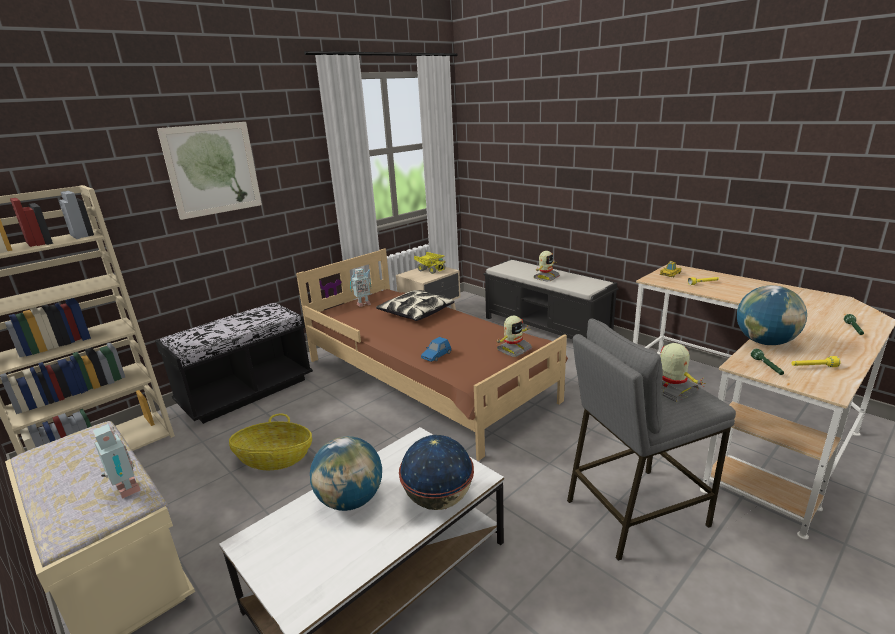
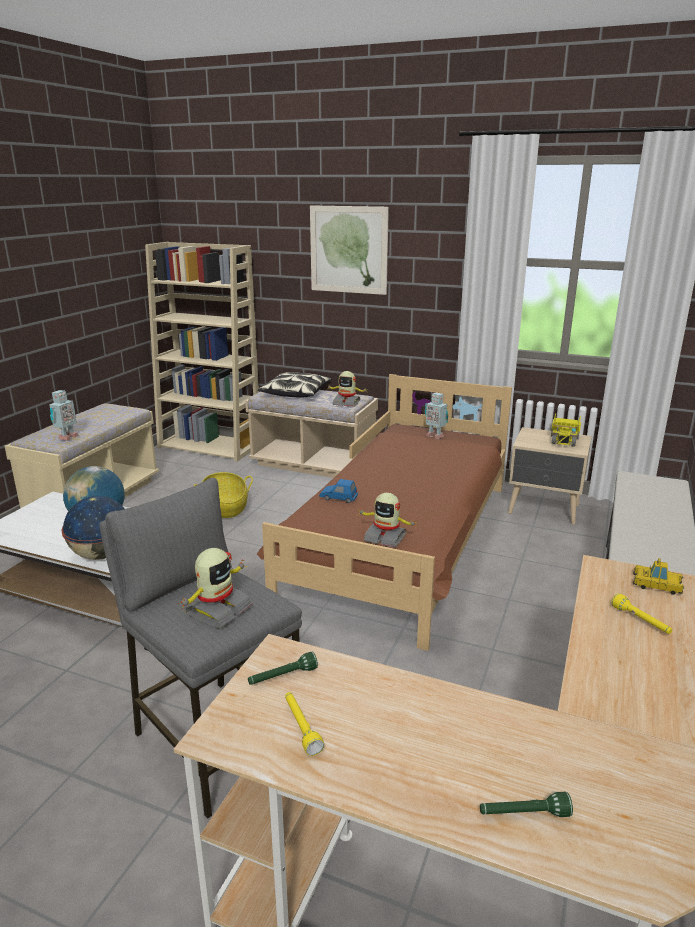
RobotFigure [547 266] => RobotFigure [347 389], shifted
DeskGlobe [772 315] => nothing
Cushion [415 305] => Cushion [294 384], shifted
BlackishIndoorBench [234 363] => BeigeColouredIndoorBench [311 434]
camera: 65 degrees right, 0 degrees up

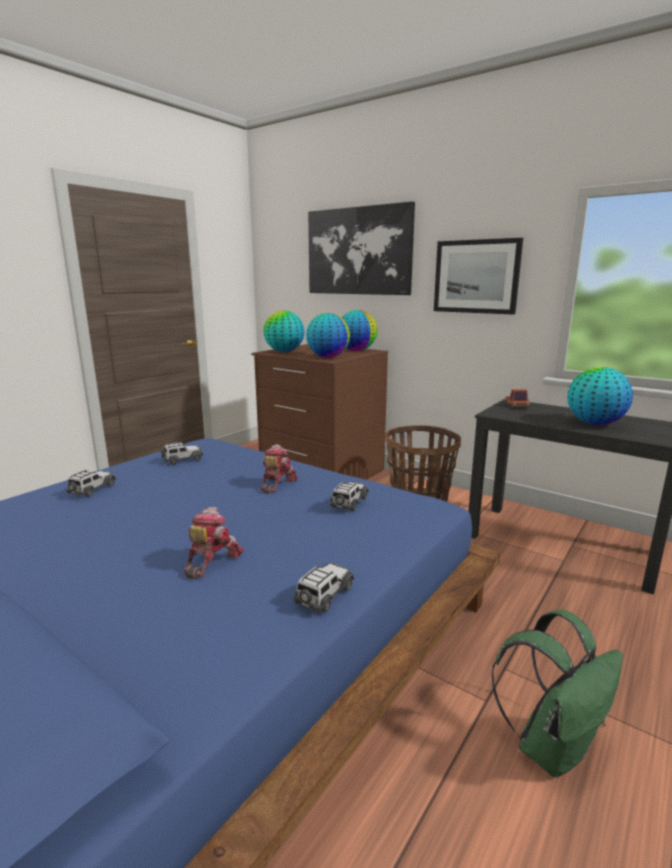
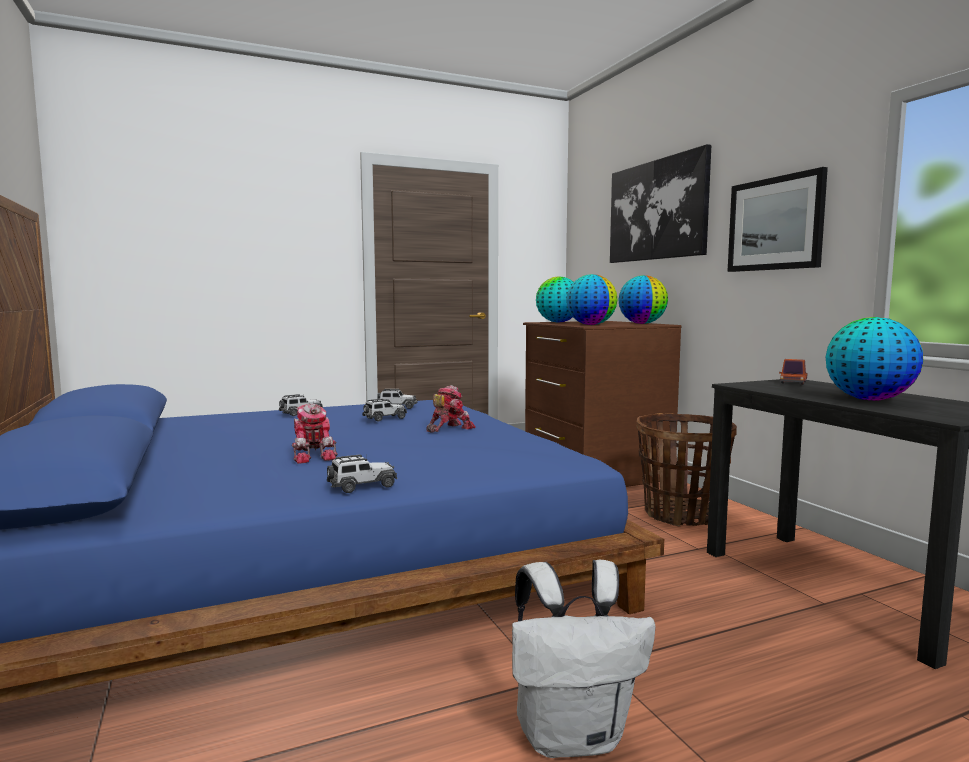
ToyCar [349 496] => ToyCar [384 410], shifted
RobotFigure [214 543] => RobotFigure [315 434], 105 degrees clockwise
GreenKnapsack [557 693] => WhiteColouredKnapsack [584 659]
camera: 30 degrees right, 10 degrees down

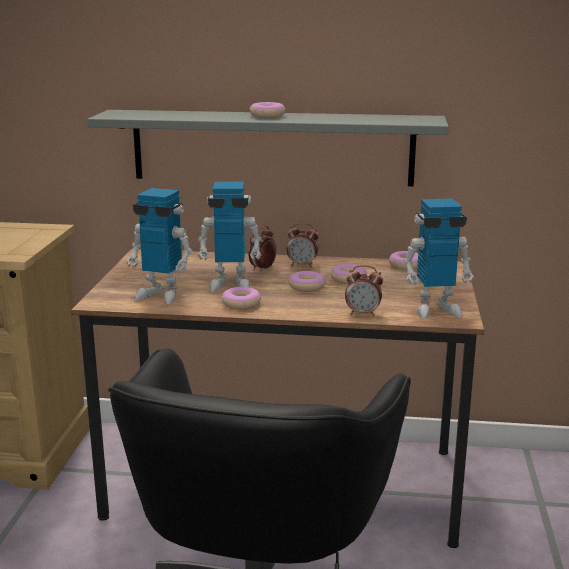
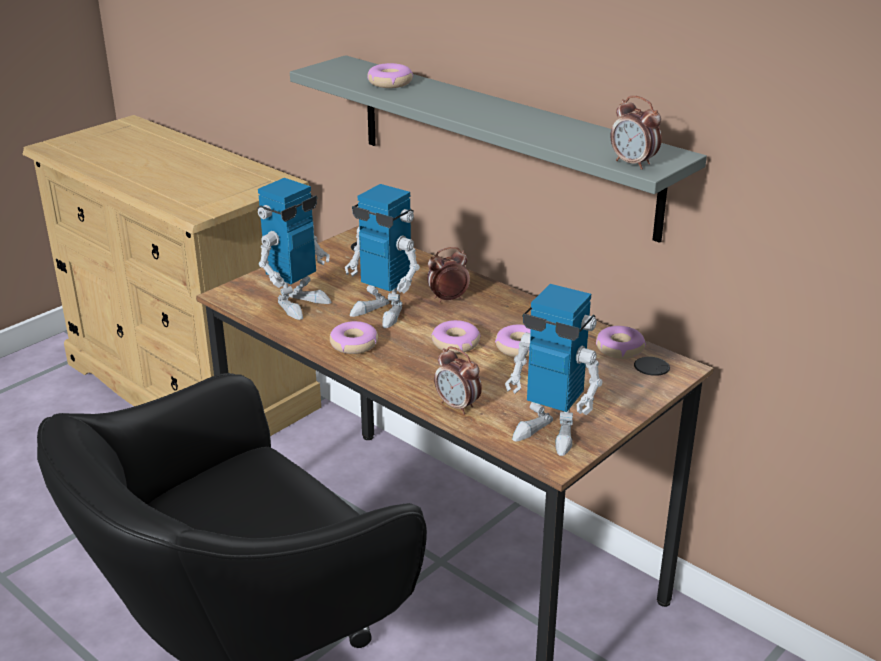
Donut [267 110] => Donut [390 75], shifted
RobotFigure [159 246] => RobotFigure [294 249], 105 degrees counterclockwise
AlarmClock [303 245] => AlarmClock [636 133], shifted
camera: 35 degrees right, 10 degrees up

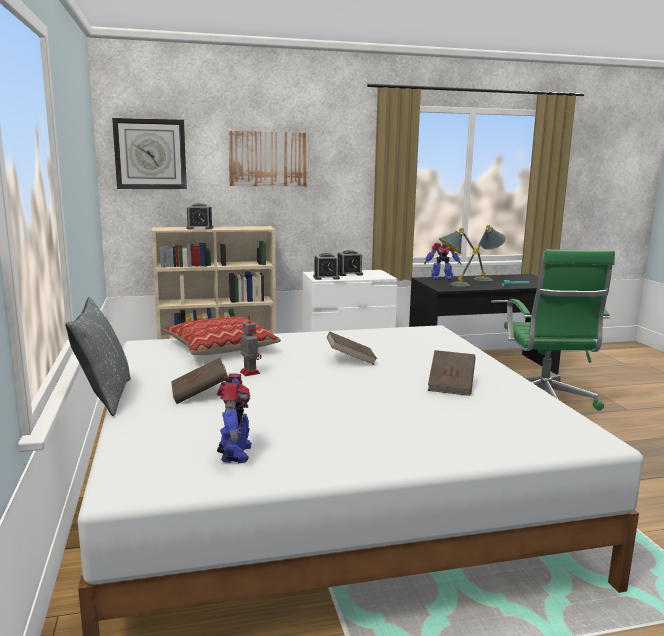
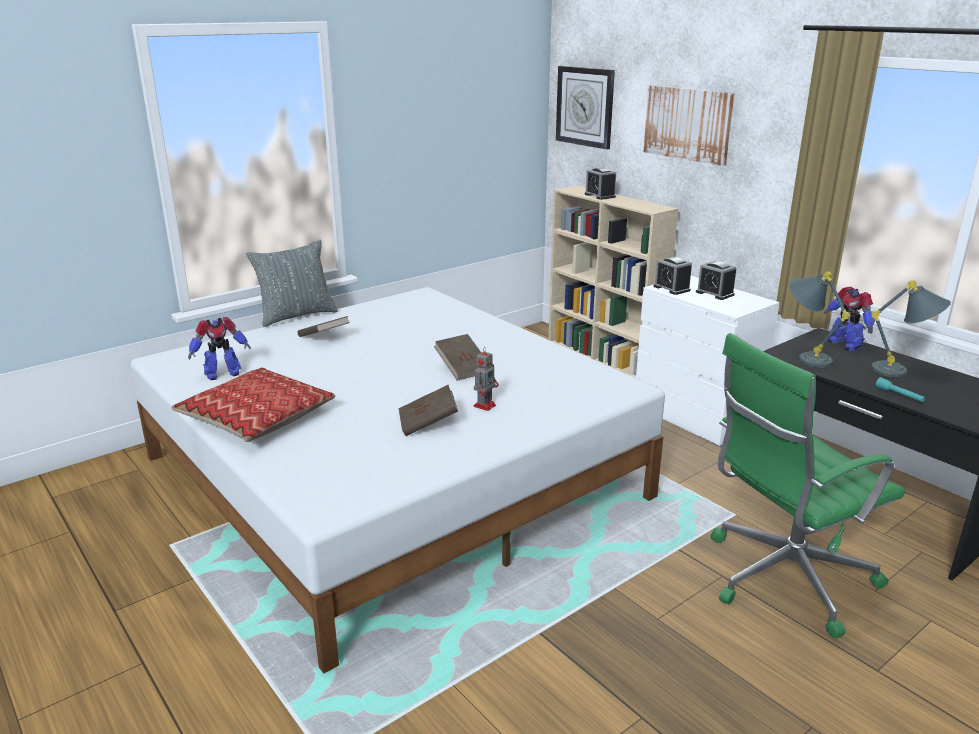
Cushion [222 335] => Cushion [253 404], shifted
RobotFigure [250 346] => RobotFigure [485 379], shifted
camera: 65 degrees right, 10 degrees up

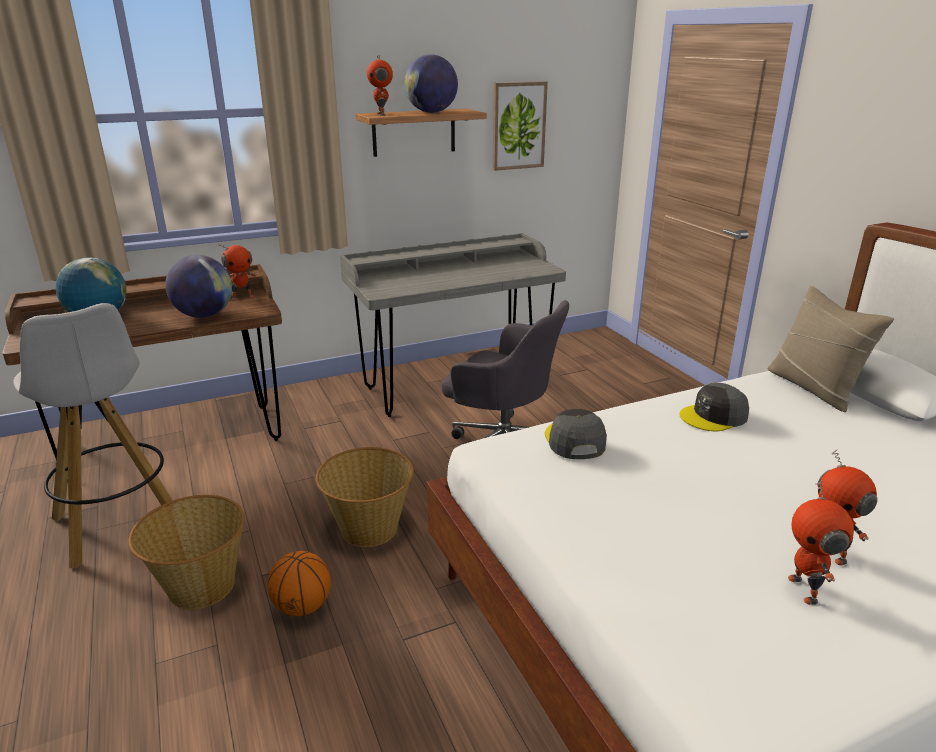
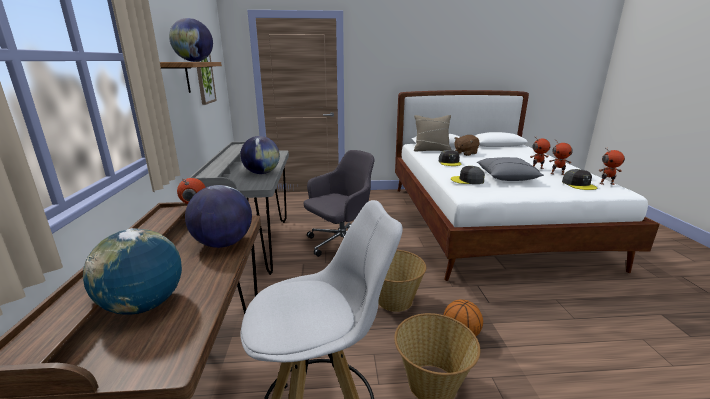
RobotFigure [380 86] => RobotFigure [611 166], shifted
nothing => BrownColouredPlushToy [467 145]
nothing => DeskGlobe [260 155]
nothing => GreyCushion [510 169]
nothing => GreyCap [579 179]
camera: 70 degrees left, 5 degrees down

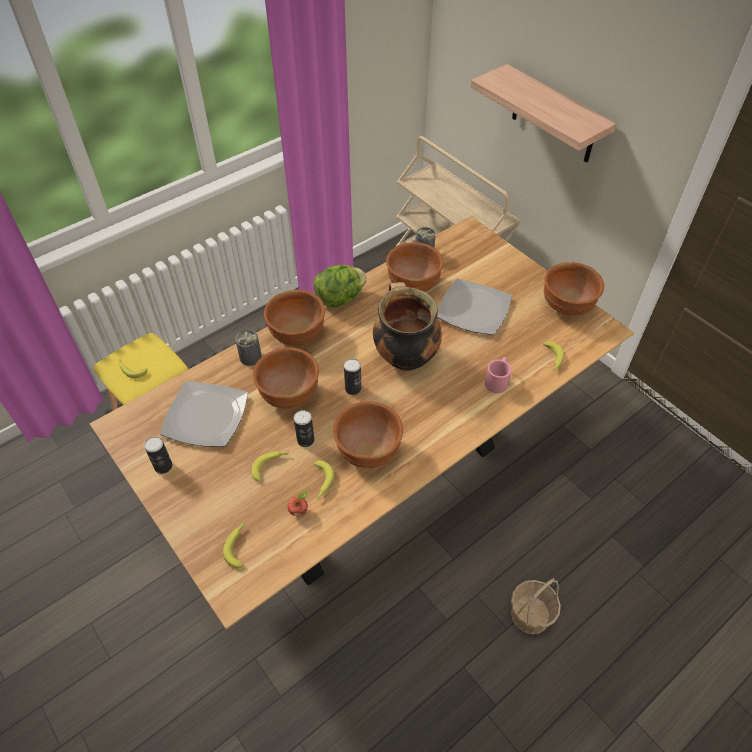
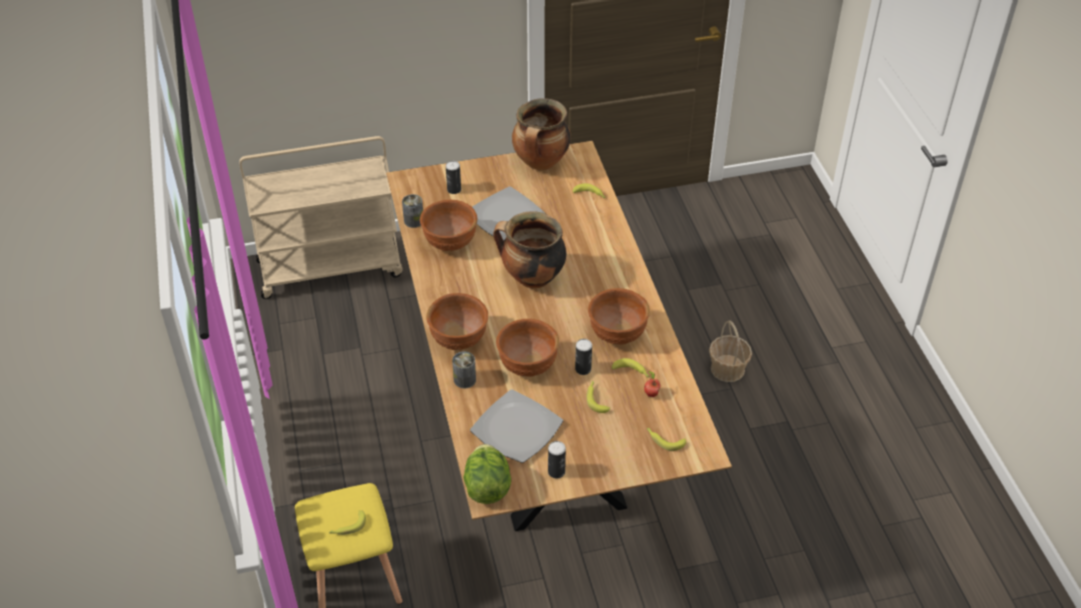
Shelf [544 113] => nothing
BrownColouredServingBowl [574 288] => Saucepot [541 134]
Lettuce [340 286] => Lettuce [487 474], shifted
PinkColouredTeaMug [498 375] => nothing
MetalCan [352 377] => MetalCan [453 177], shifted
camera: 65 degrees left, 5 degrees down

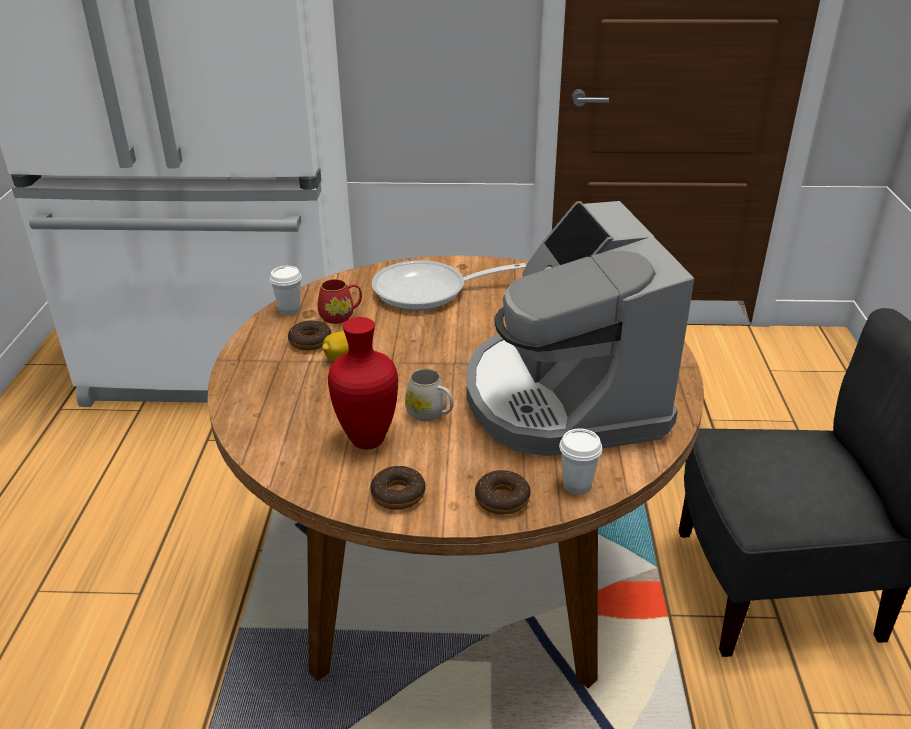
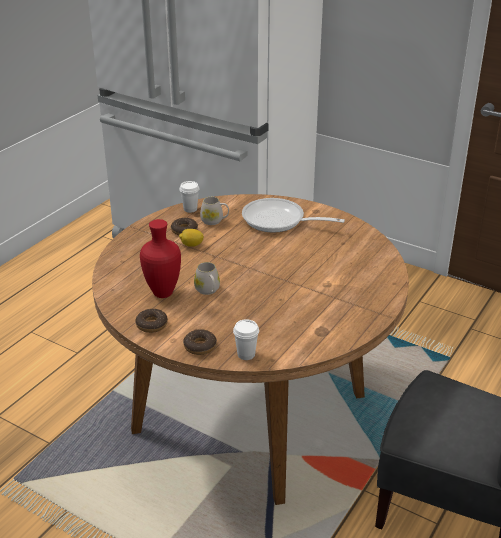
CoffeeMaker [580 328] => nothing
ReddishTeaMug [340 301] => WhiteColouredTeaMug [214 211]
camera: 30 degrees right, 0 degrees up

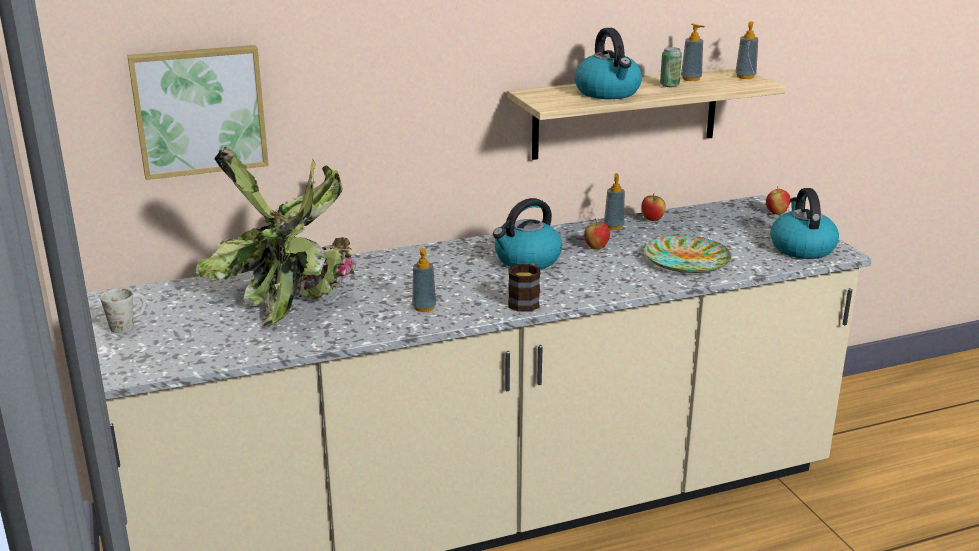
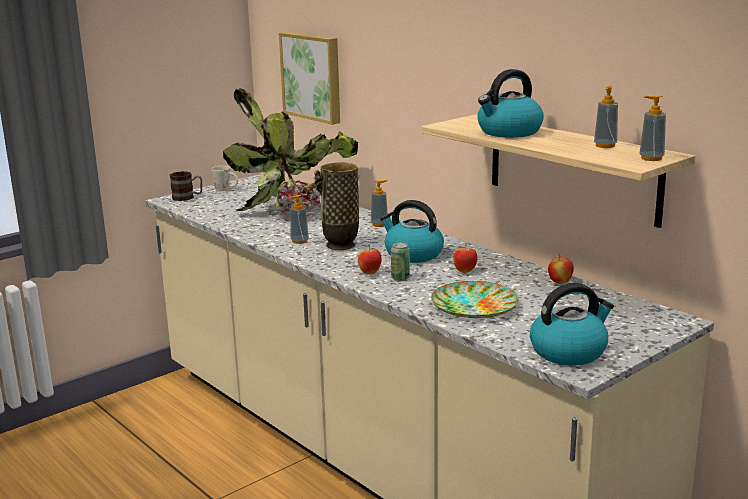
MetalCan [671 67] => MetalCan [400 262], shifted
LiquidSoapBottle [614 201] => LiquidSoapBottle [379 203], shifted
AppleFruit [778 200] => AppleFruit [370 259], shifted
TeaMug [524 287] => TeaMug [186 186], shifted
nothing => FlowerVase [336 206]
camera: 70 degrees right, 5 degrees down

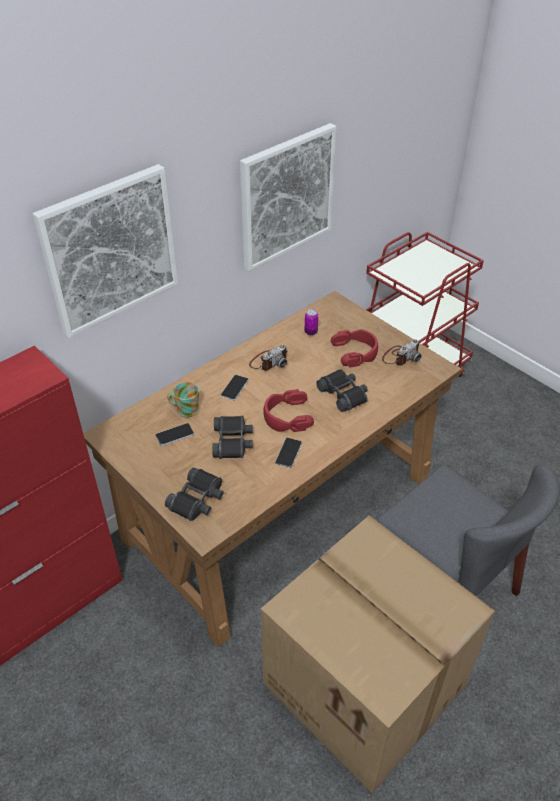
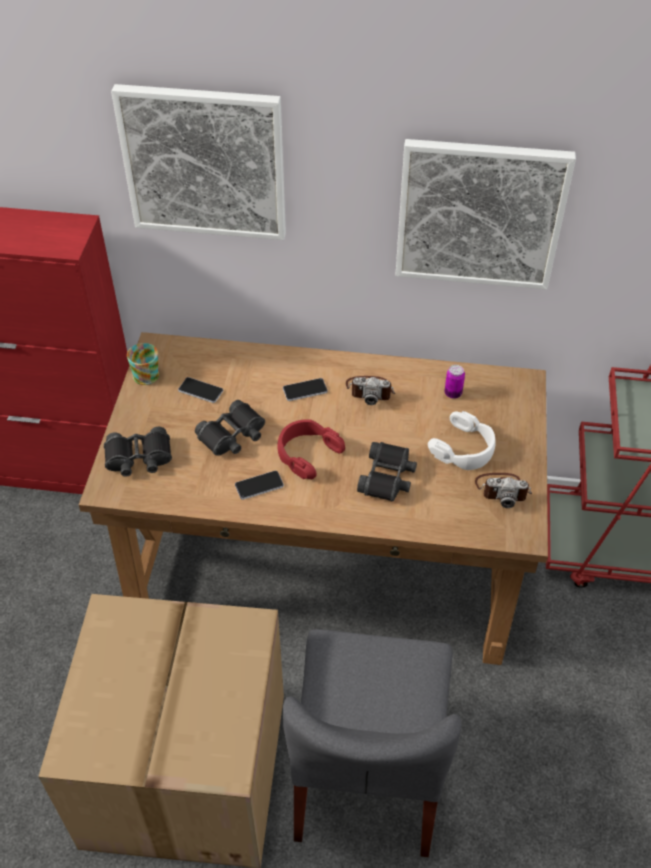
ReddishPairOfHeadphones [354 348] => WhiteColouredPairOfHeadphones [462 440]
TeaMug [183 399] => TeaMug [143 364], shifted
camera: 50 degrees right, 5 degrees up

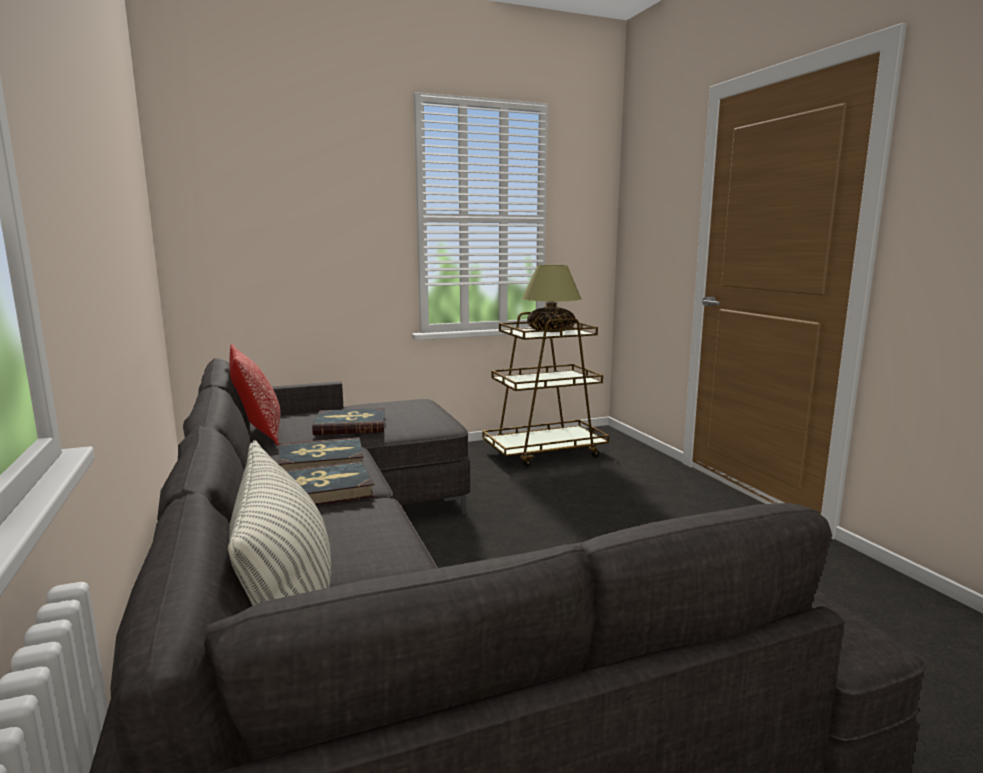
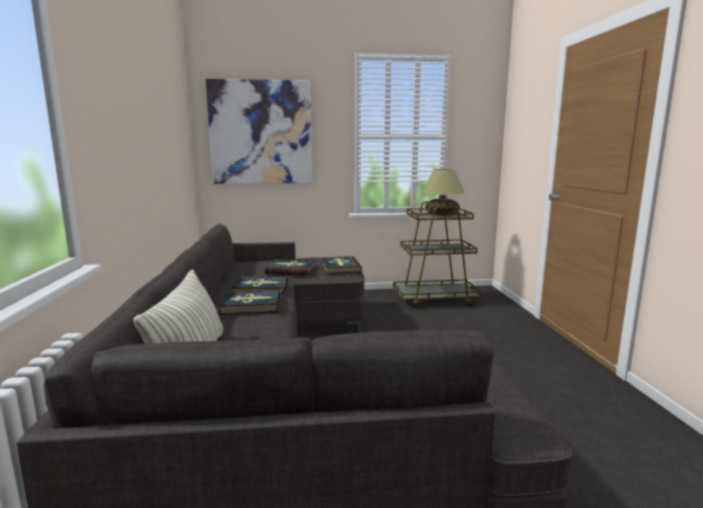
Cushion [254 395] => nothing
nothing => WallPicture [259 131]
nothing => Book [342 265]
camera: 15 degrees right, 0 degrees up

